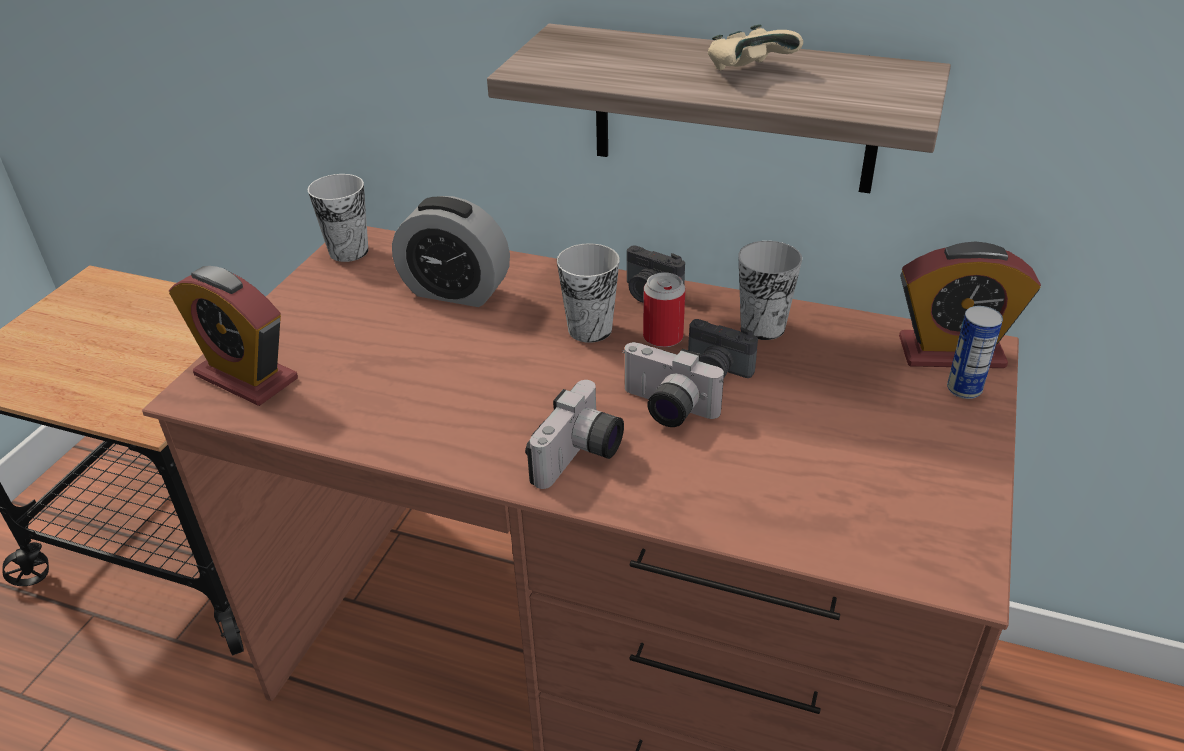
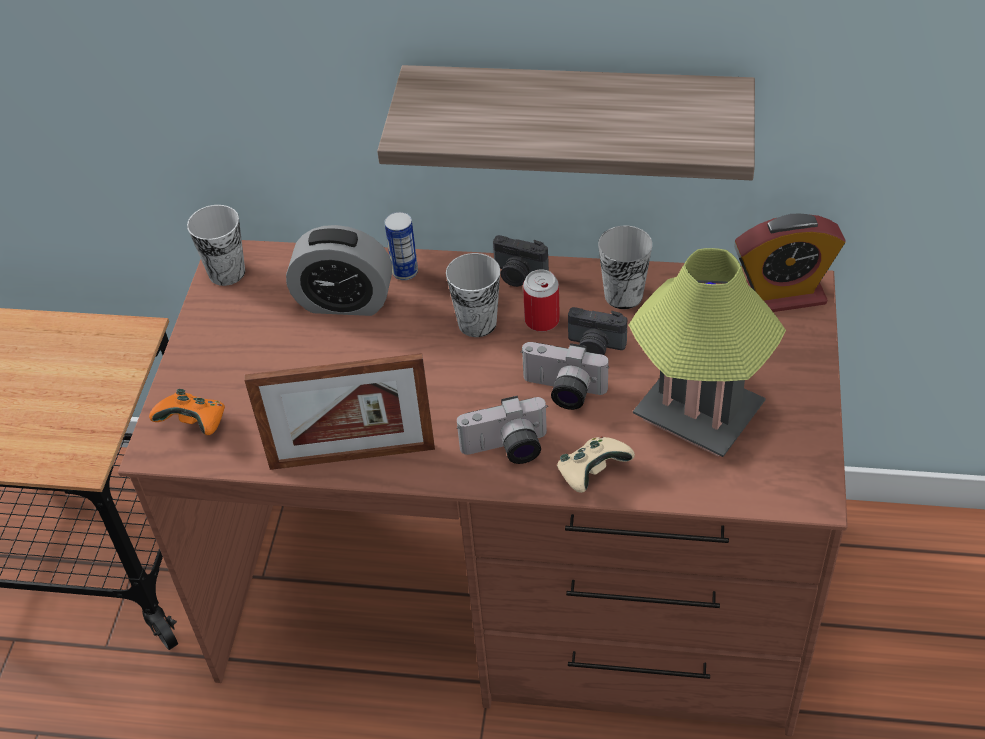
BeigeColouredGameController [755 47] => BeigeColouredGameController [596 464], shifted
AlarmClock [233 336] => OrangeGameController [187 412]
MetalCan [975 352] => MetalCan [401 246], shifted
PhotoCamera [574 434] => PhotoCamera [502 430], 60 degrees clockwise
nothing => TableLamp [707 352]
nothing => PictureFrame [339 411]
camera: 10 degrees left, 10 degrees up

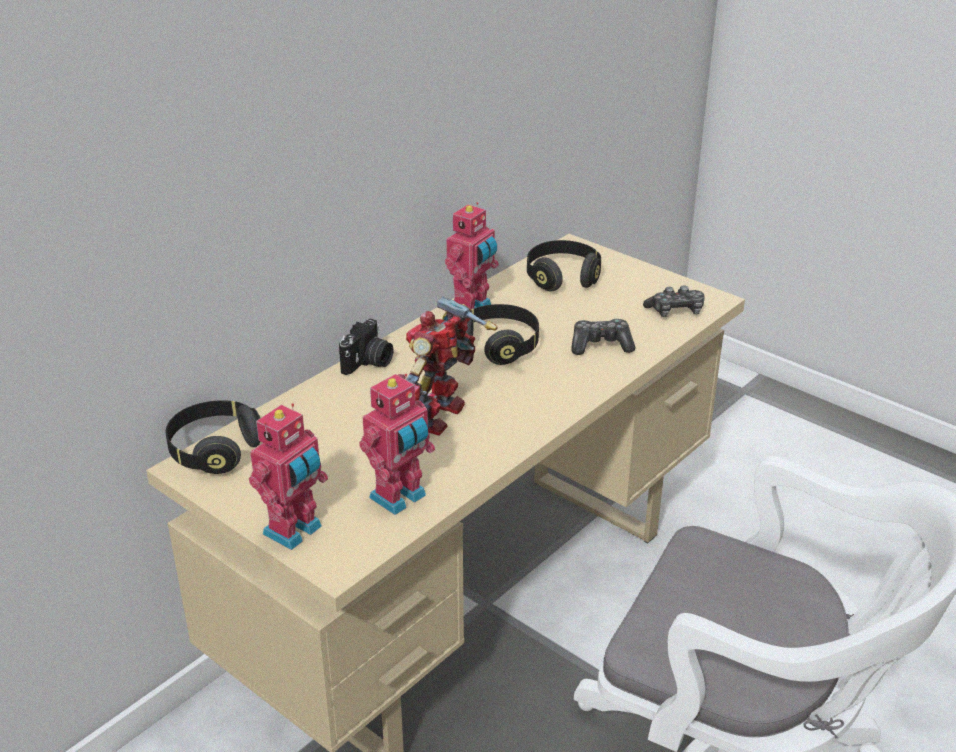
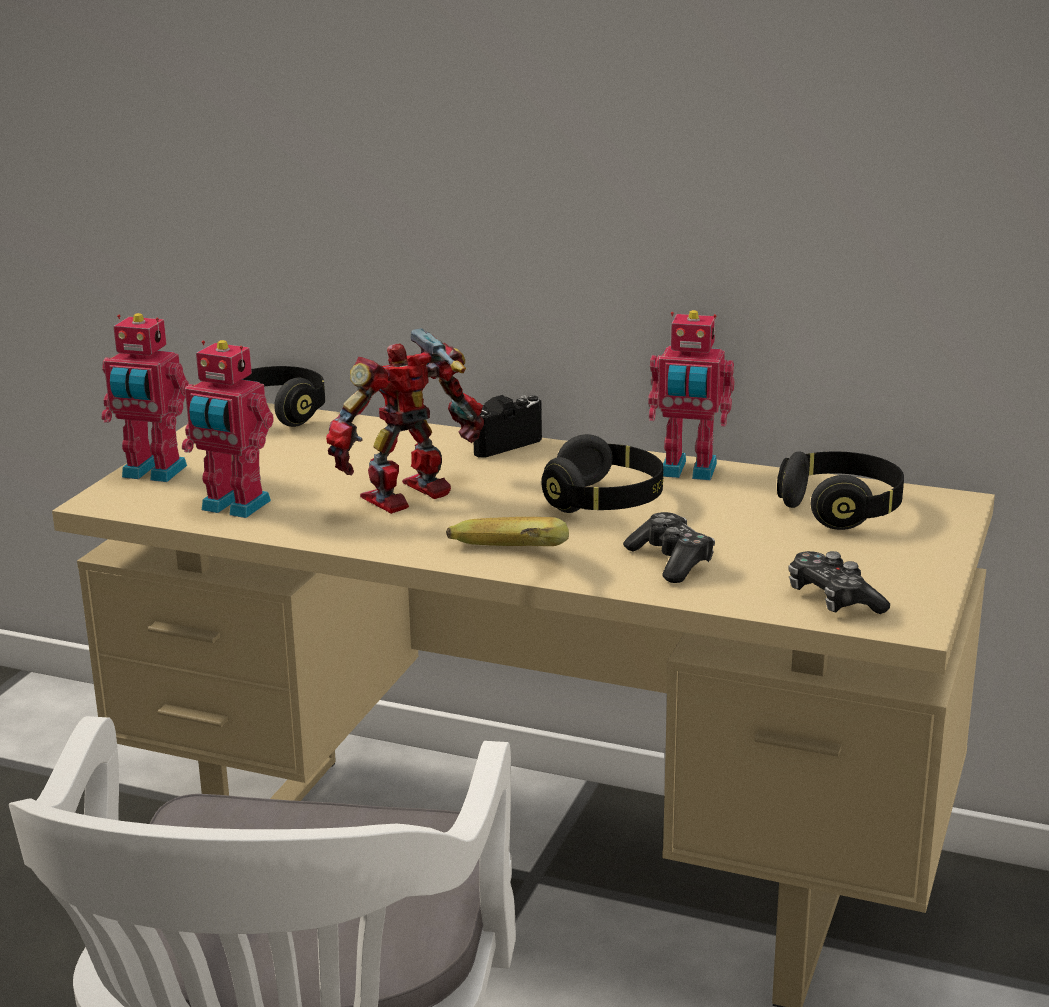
RobotFigure [448 366] => RobotFigure [405 421], 45 degrees counterclockwise
PhotoCamera [366 347] => PhotoCamera [508 426], 135 degrees clockwise
nothing => Banana [507 531]
camera: 70 degrees right, 10 degrees down

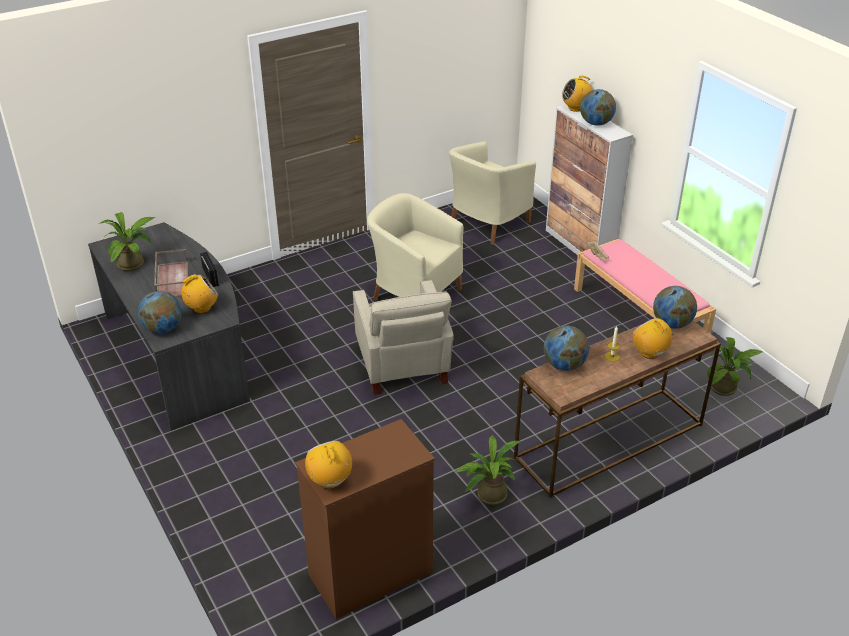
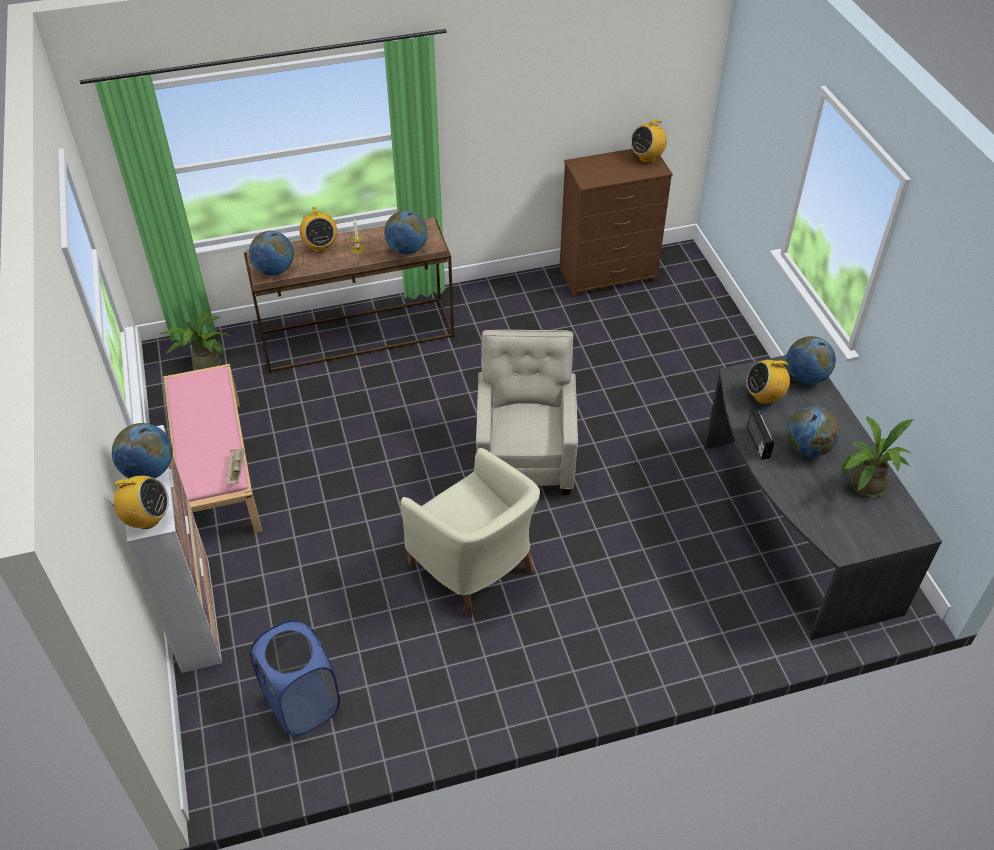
BeigeColouredLoungeChair [492 193] => BlueColouredWashingBasket [295 678]
BrownColouredCarryingTray [171 273] => DeskGlobe [813 431]
PottedPlant [488 470] => nothing
Radio [328 465] => Radio [649 141], 60 degrees clockwise
camera: 165 degrees left, 10 degrees up

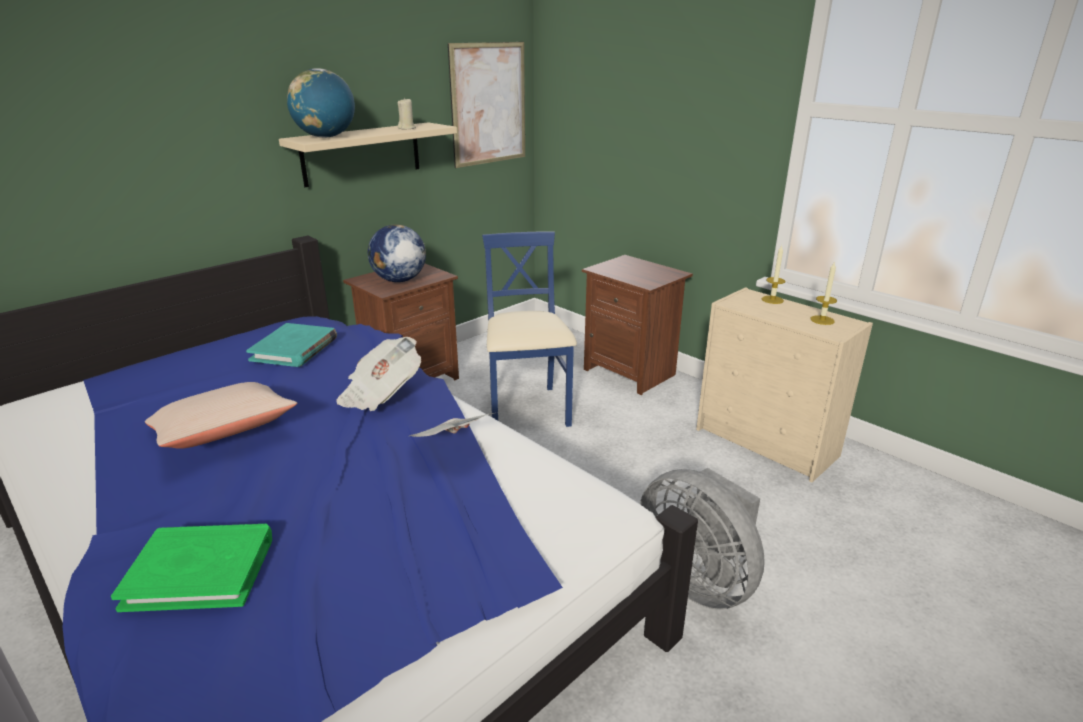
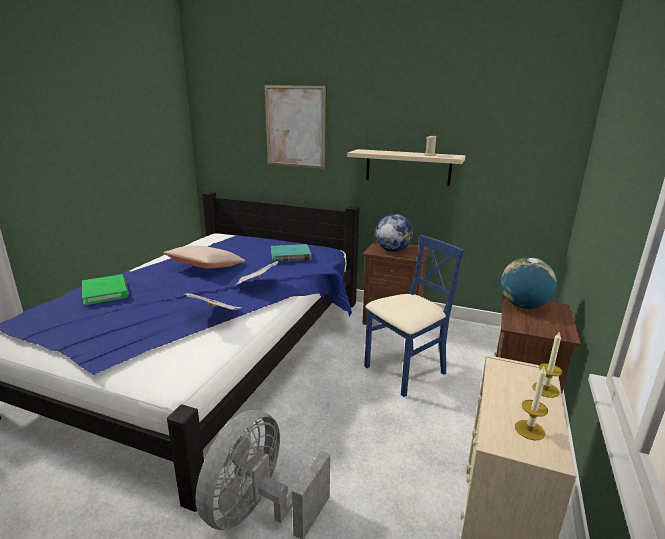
WallPicture [486 105] => WallPicture [295 127], shifted
DeskGlobe [321 103] => DeskGlobe [529 283], shifted
camera: 65 degrees right, 5 degrees down

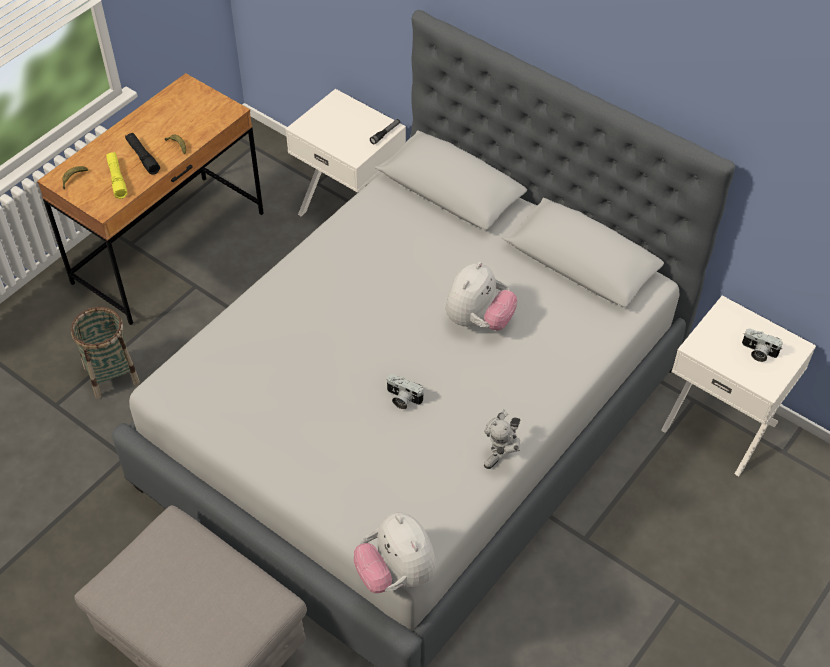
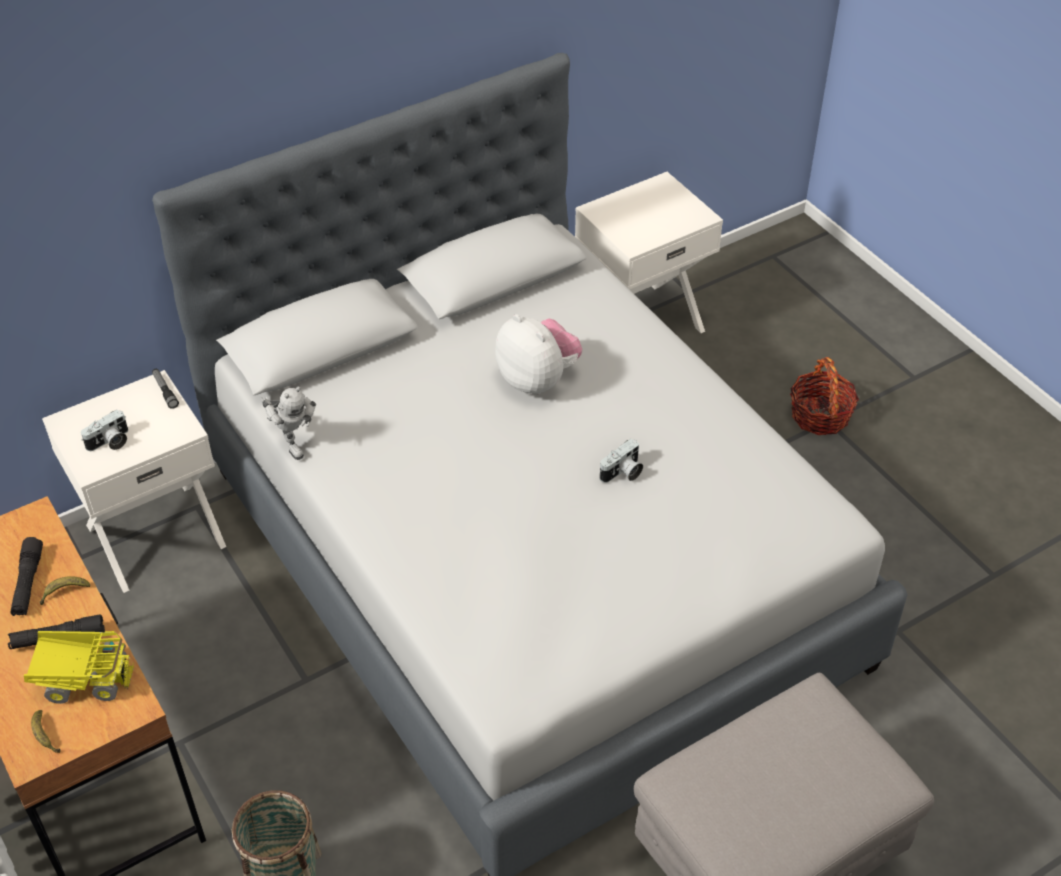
YellowishTorch [117 175] => ToyTruck [79 667]
PhotoCamera [762 345] => PhotoCamera [104 430], shifted
RobotFigure [502 439] => RobotFigure [288 423], shifted
PlushToy [395 552] => nothing
nothing => HouseholdBasket [824 396]
nothing => BlackishTorch [26 576]
camera: 70 degrees left, 5 degrees down

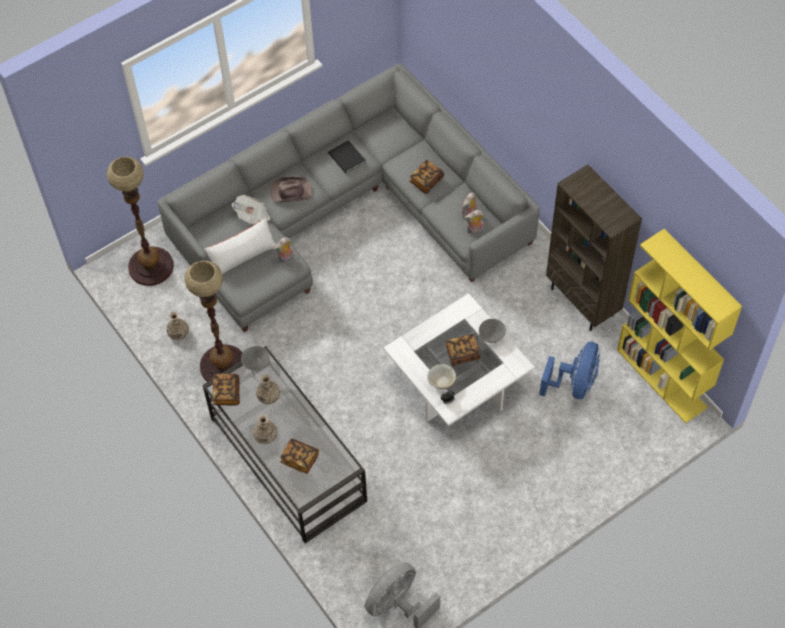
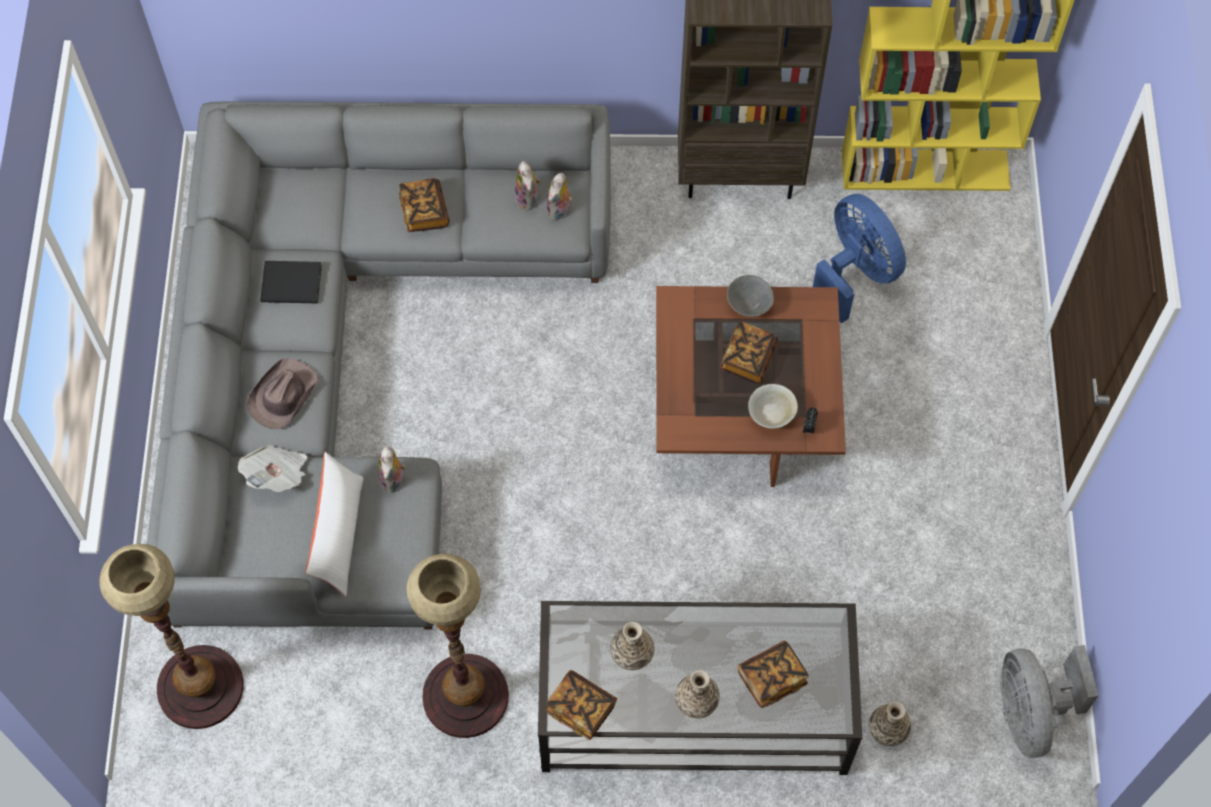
WhiteColouredLowTable [459 359] => BrownColouredLowTable [751 386]
FlowerVase [177 326] => FlowerVase [890 724], shifted
GreyServingBowl [255 358] => nothing
camera: 55 degrees left, 5 degrees up

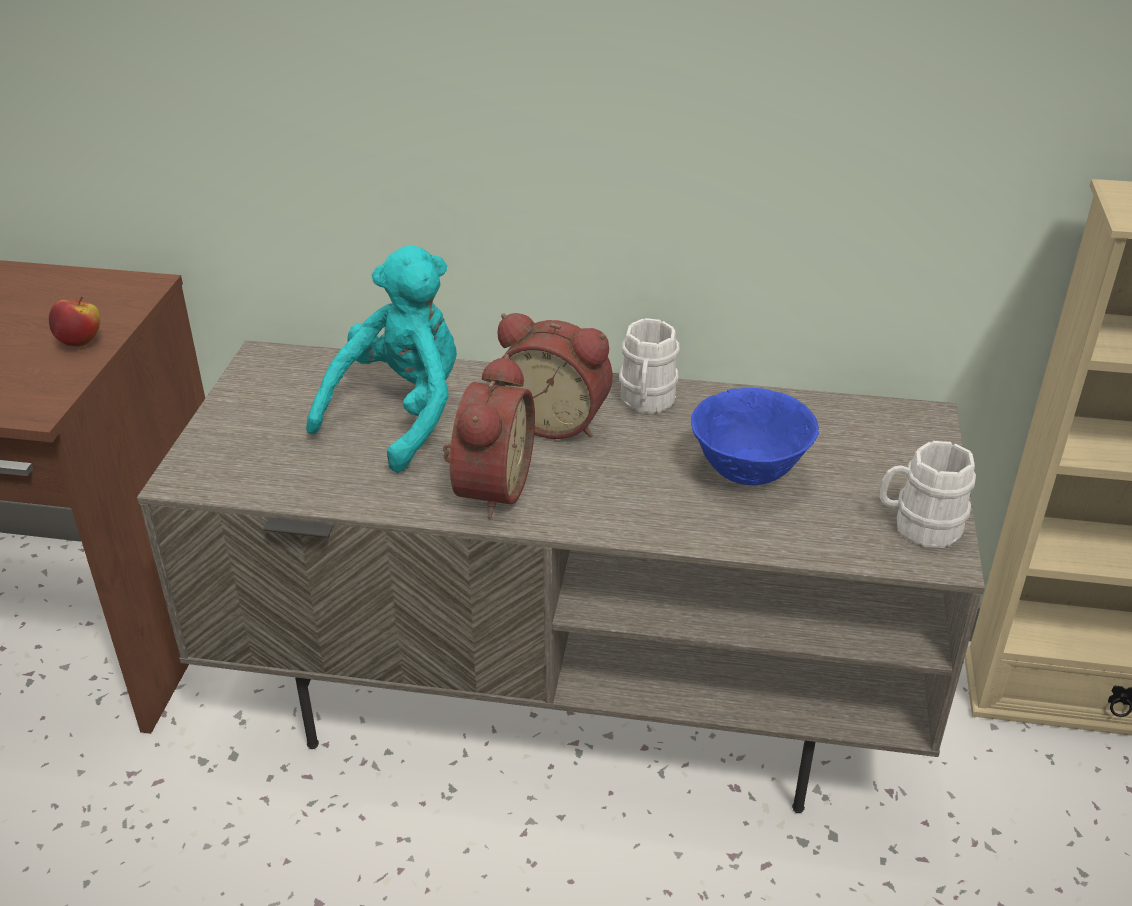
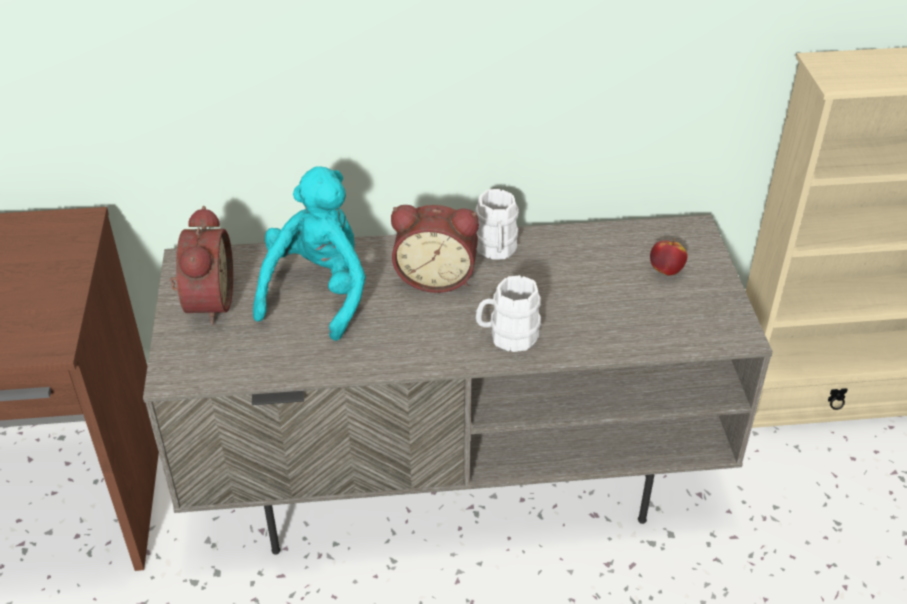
AppleFruit [74 321] => AppleFruit [668 257], shifted
AlarmClock [489 436] => AlarmClock [201 265], shifted
BlueColouredServingBowl [755 436] => nothing
WhiteColouredTeaMug [927 494] => WhiteColouredTeaMug [508 313], shifted
camera: 15 degrees left, 5 degrees up

